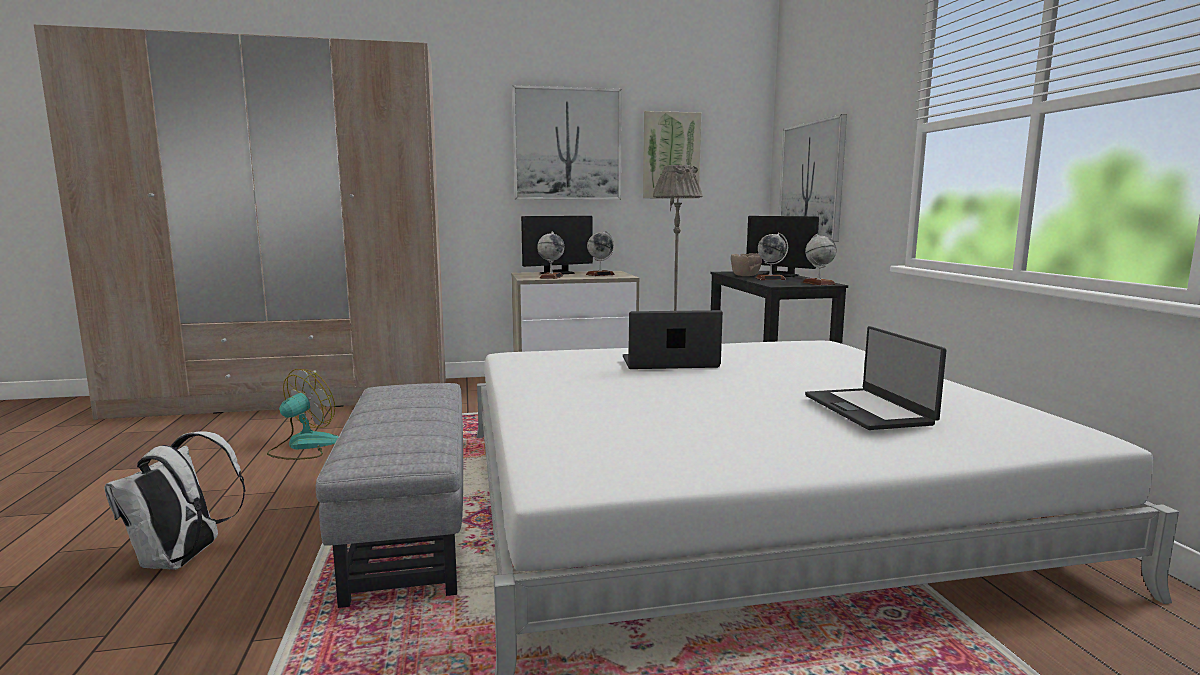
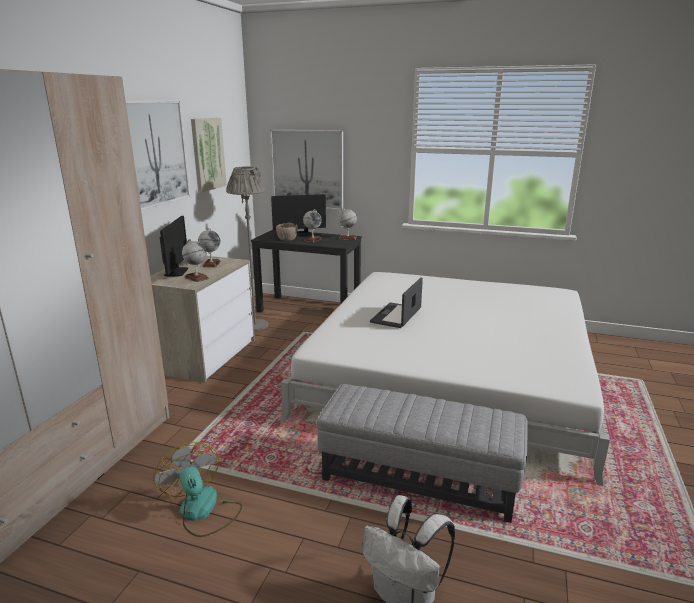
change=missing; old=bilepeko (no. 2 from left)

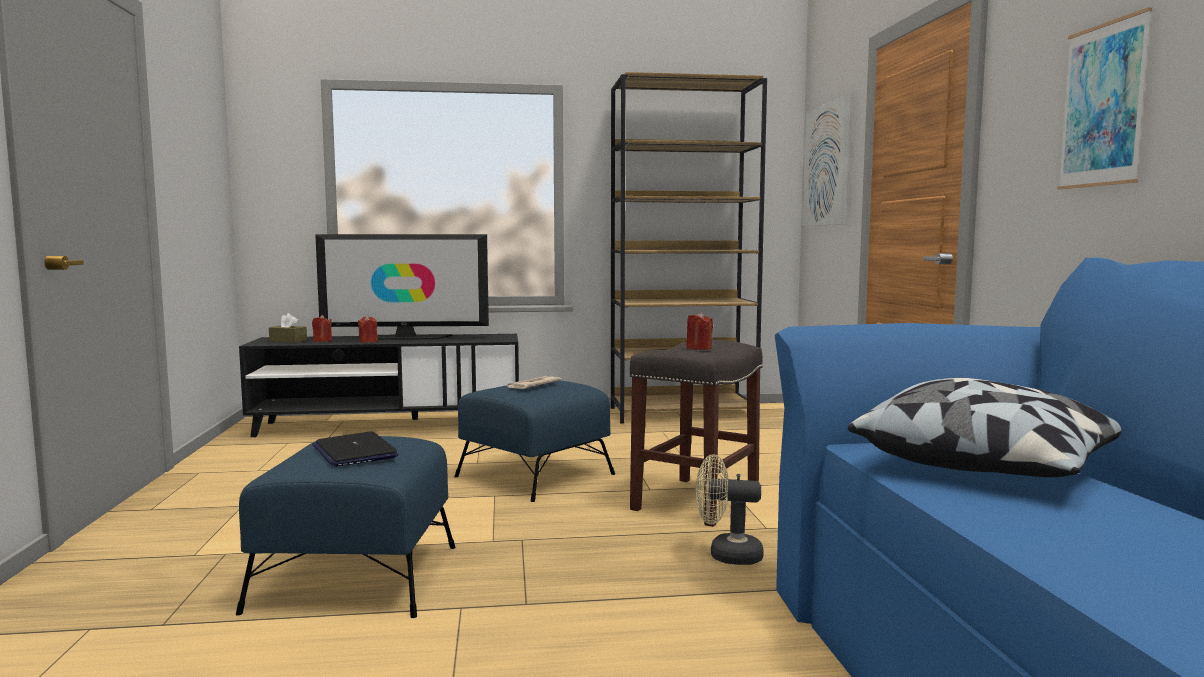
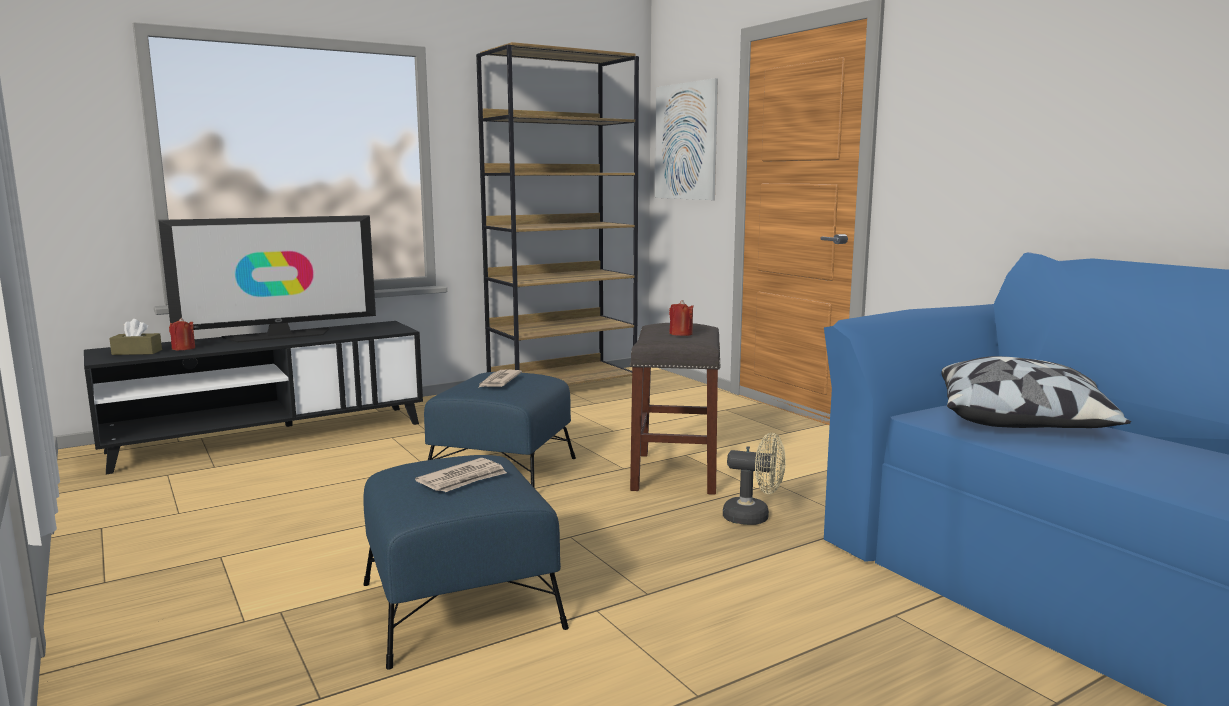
change=exchanged; old=bilepeko; new=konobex (no. 1 from left)
change=missing; old=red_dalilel (no. 2 from left)
change=spun; old=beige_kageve; degrees=-150
change=missing; old=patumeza (no. 2 from left)

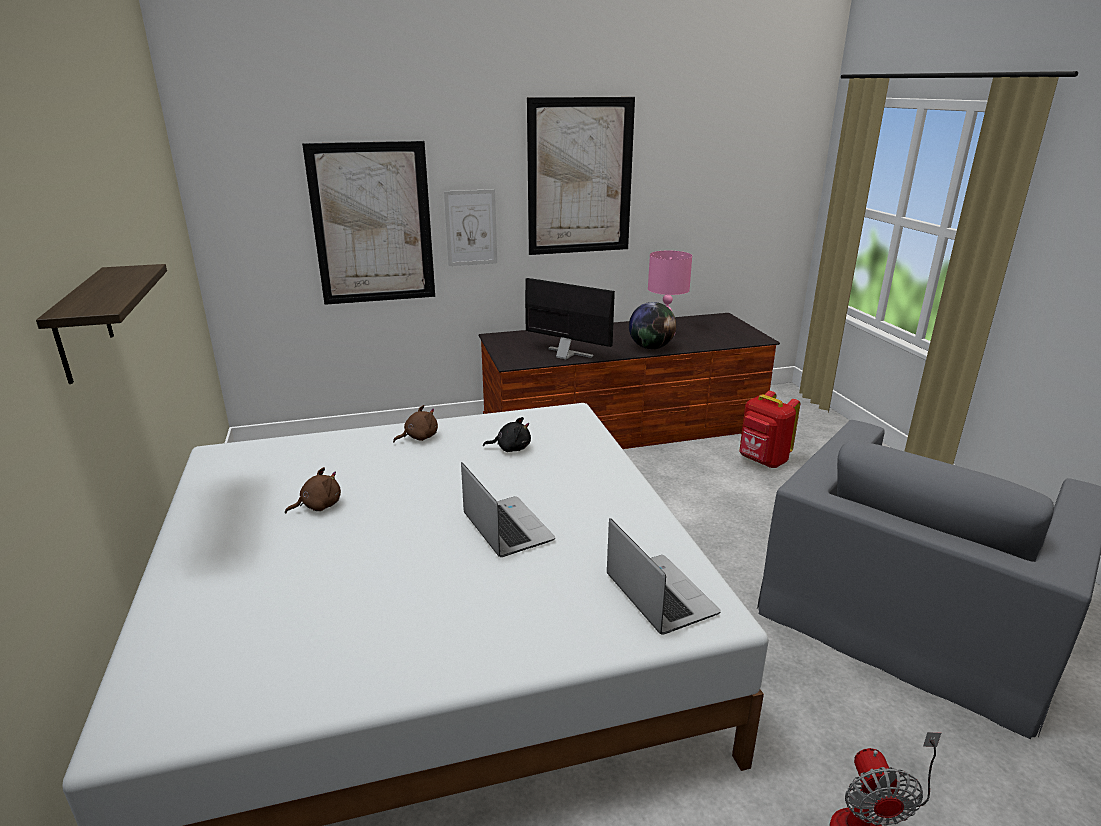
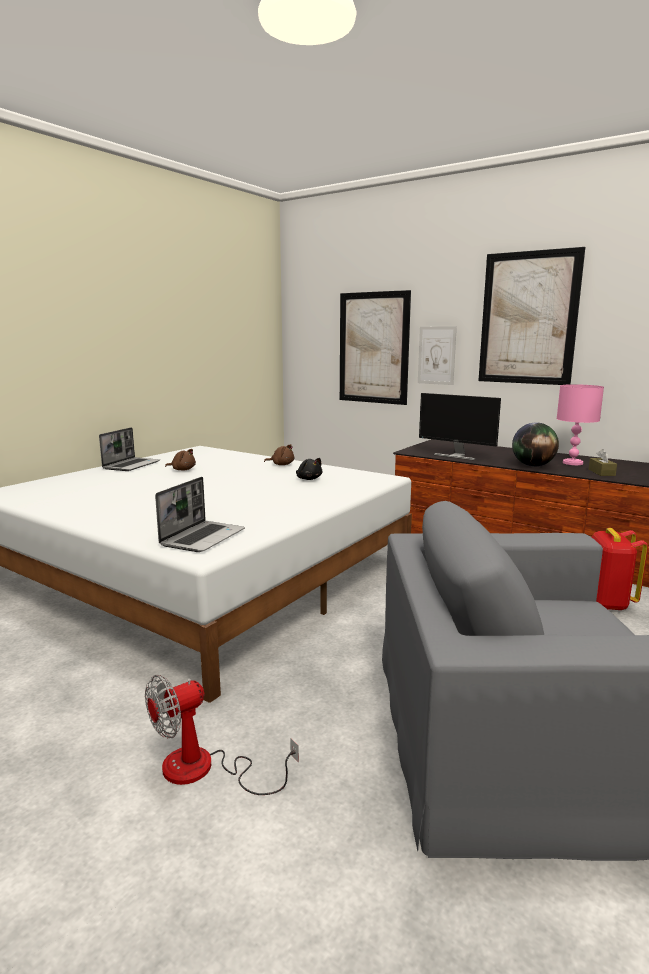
change=missing; old=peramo
change=relocated; old=bilepeko (no. 1 from left)
change=spun; old=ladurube; degrees=135
change=appeared; new=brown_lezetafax

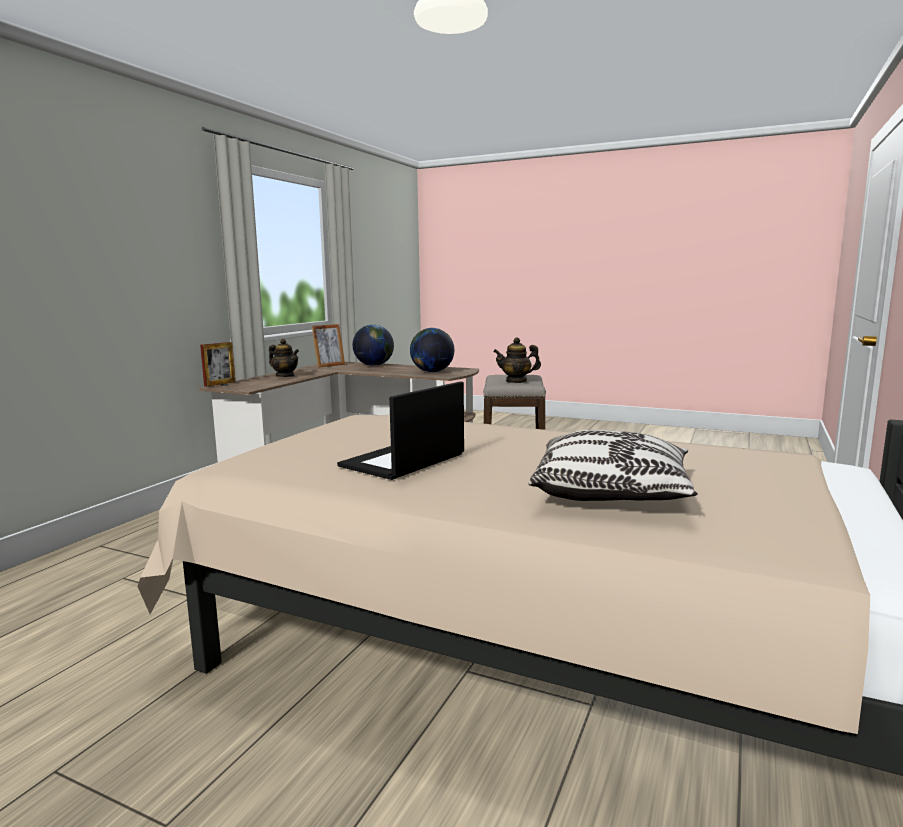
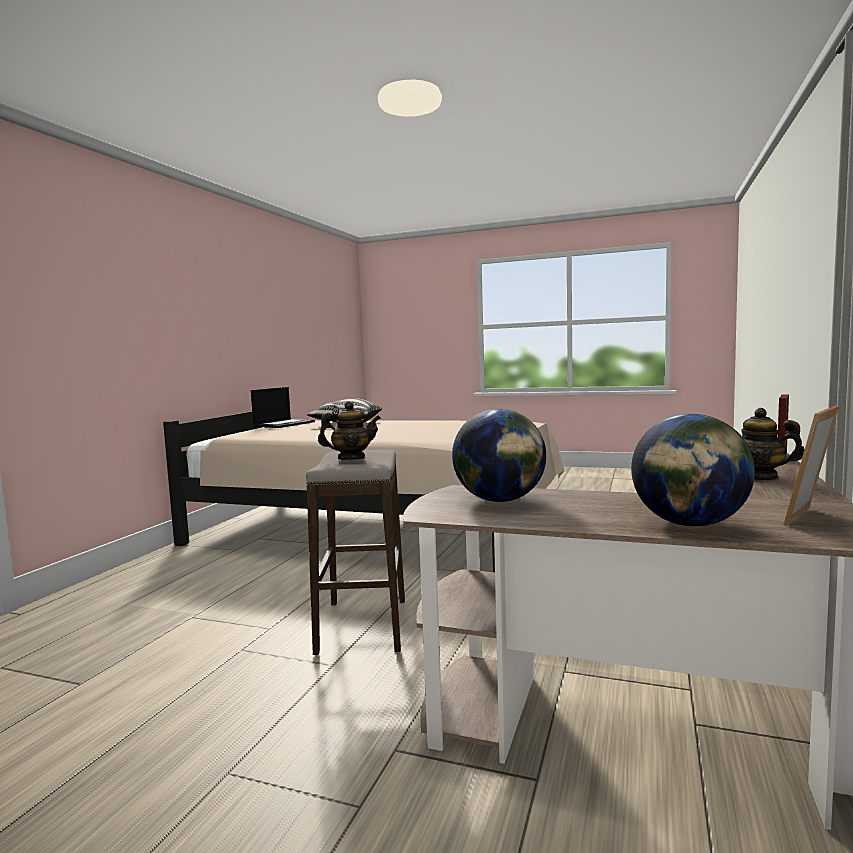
change=relocated; old=bilepeko

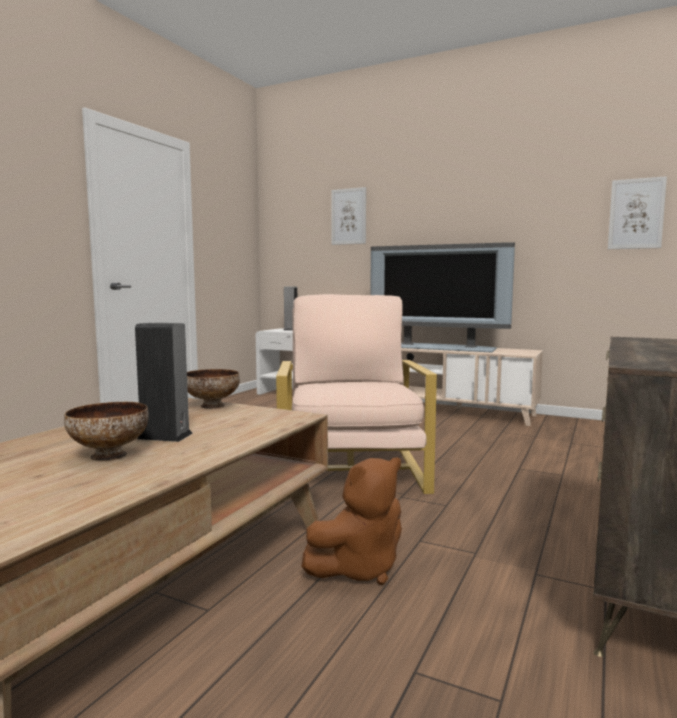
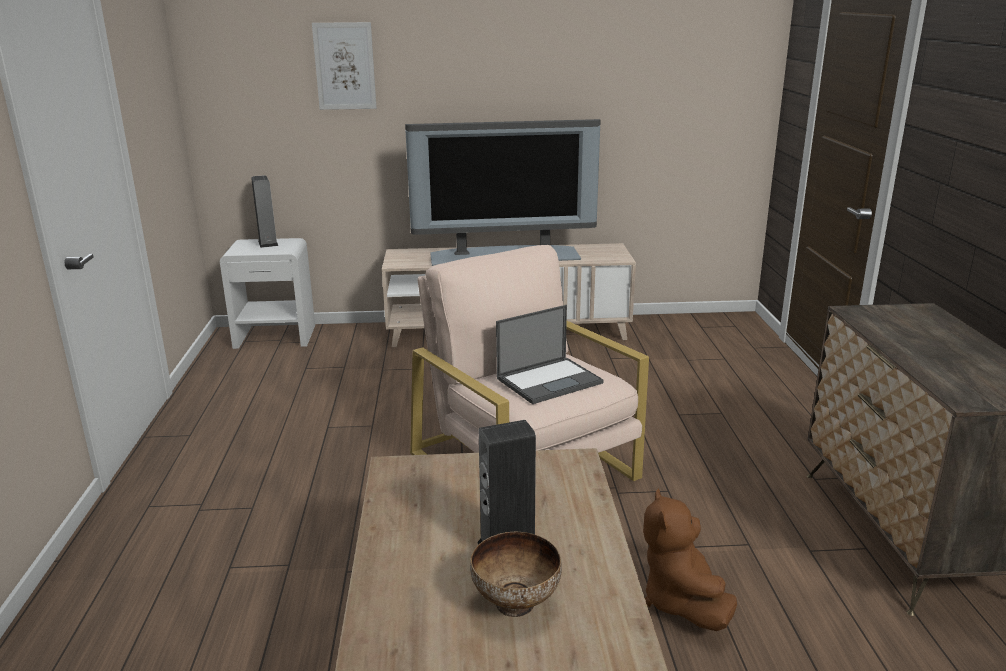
change=missing; old=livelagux (no. 2 from left)
change=spun; old=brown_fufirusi; degrees=150
change=missing; old=patumeza (no. 2 from left)
change=appeared; new=bilepeko

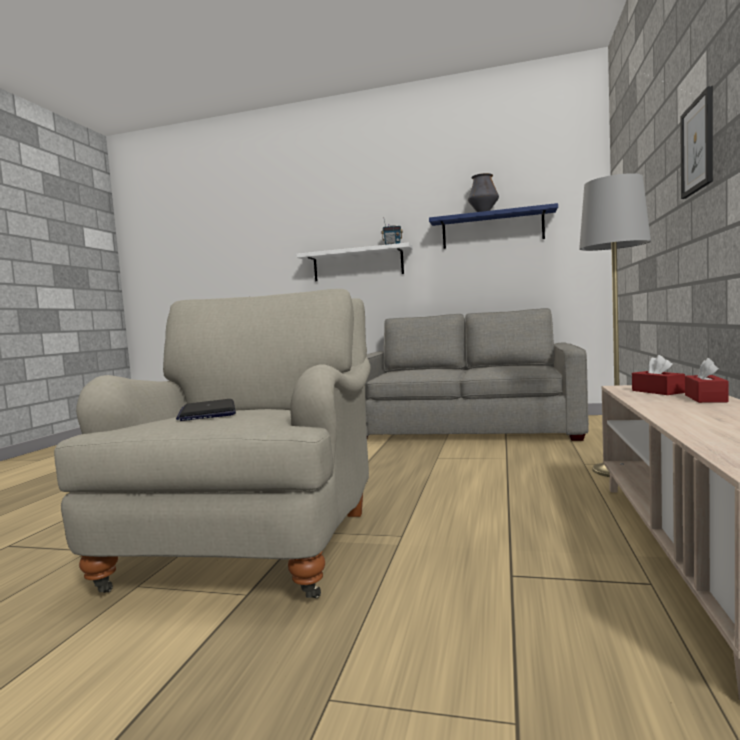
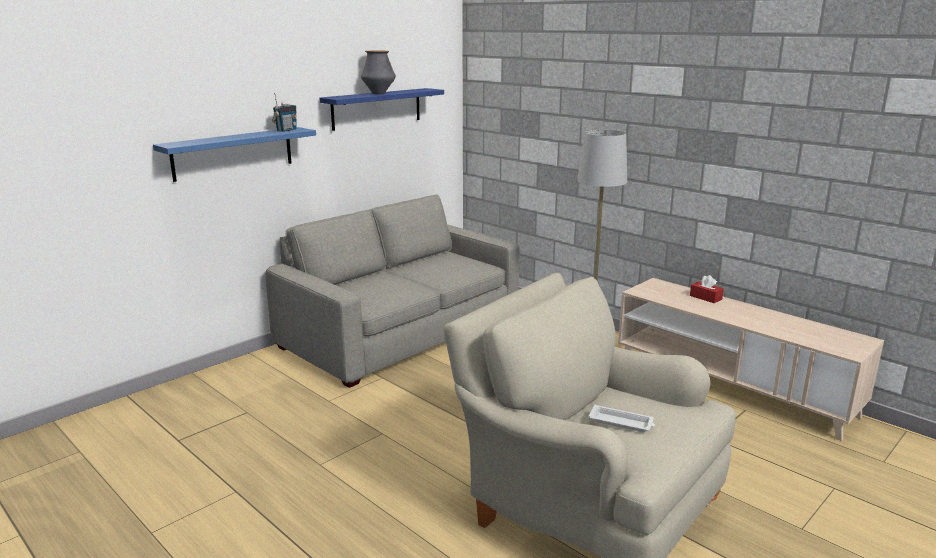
change=exchanged; old=bilepeko; new=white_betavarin
change=colour; old=white_peramo; new=blue_peramo (no. 1 from left)
change=missing; old=red_lezetafax (no. 1 from left)
change=missing; old=patumeza

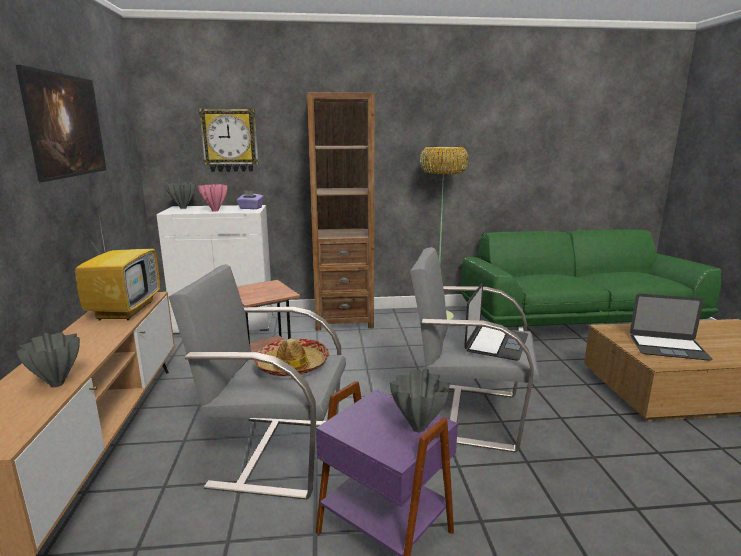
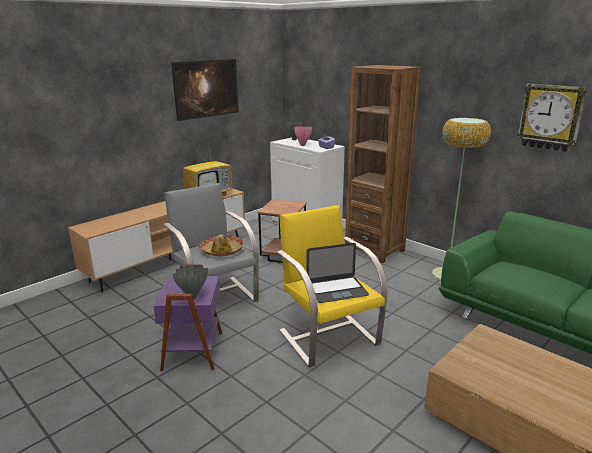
change=missing; old=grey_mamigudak (no. 1 from left)
change=relocated; old=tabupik
change=colour; old=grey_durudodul (no. 2 from left); new=yellow_durudodul
change=missing; old=bilepeko (no. 2 from left)

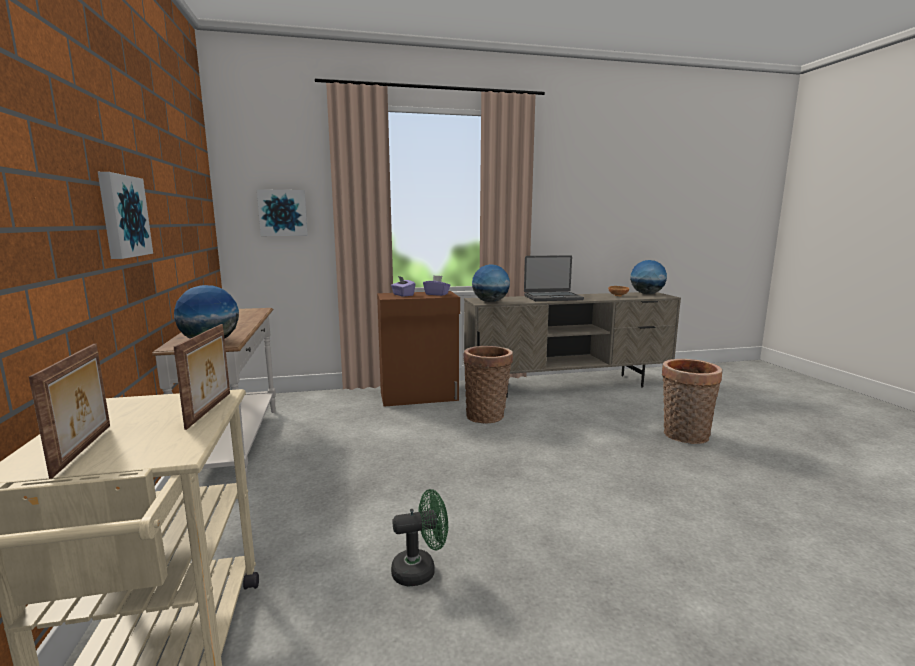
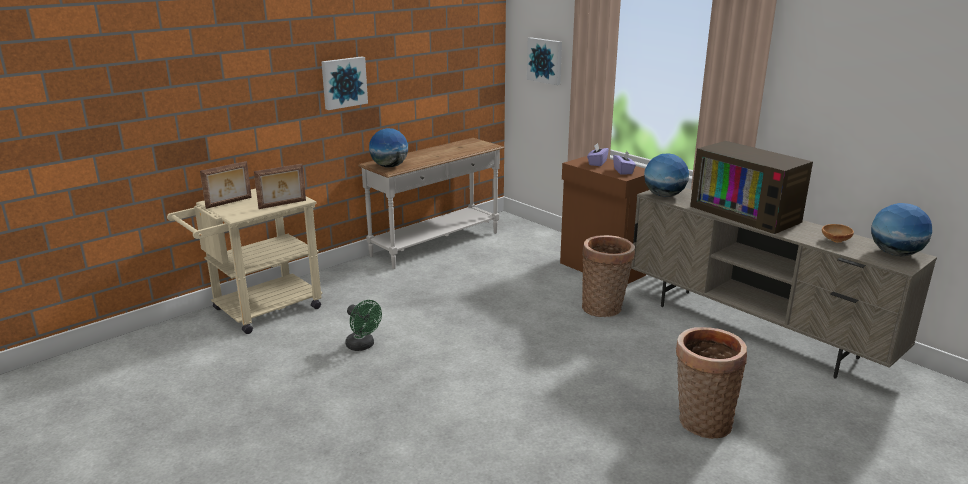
change=exchanged; old=bilepeko; new=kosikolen

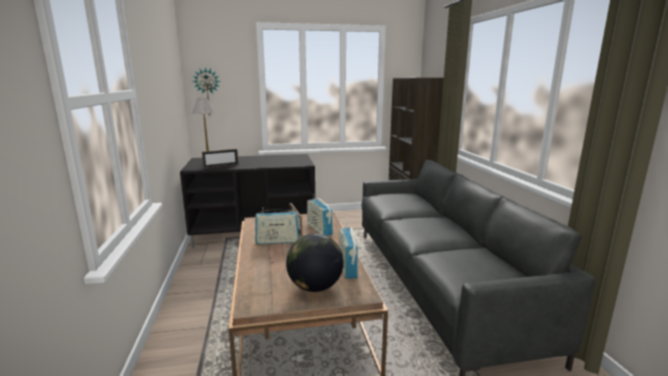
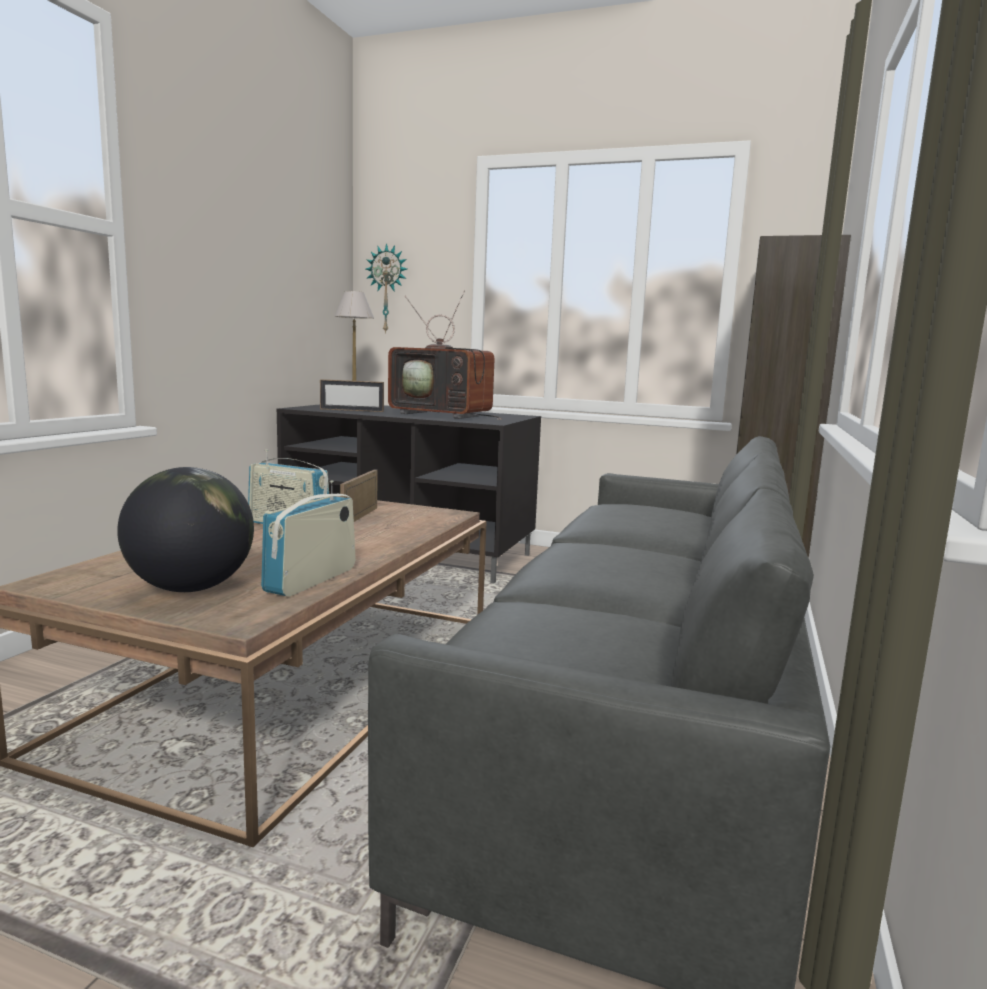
change=missing; old=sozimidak (no. 2 from left)
change=appeared; new=kosikolen

